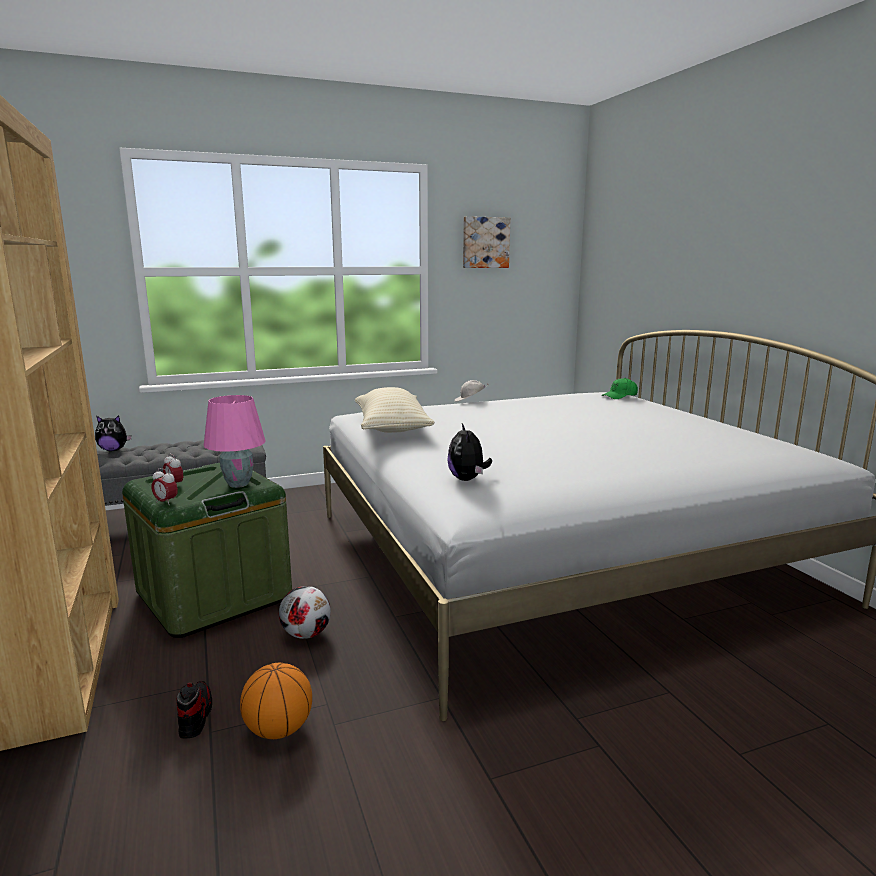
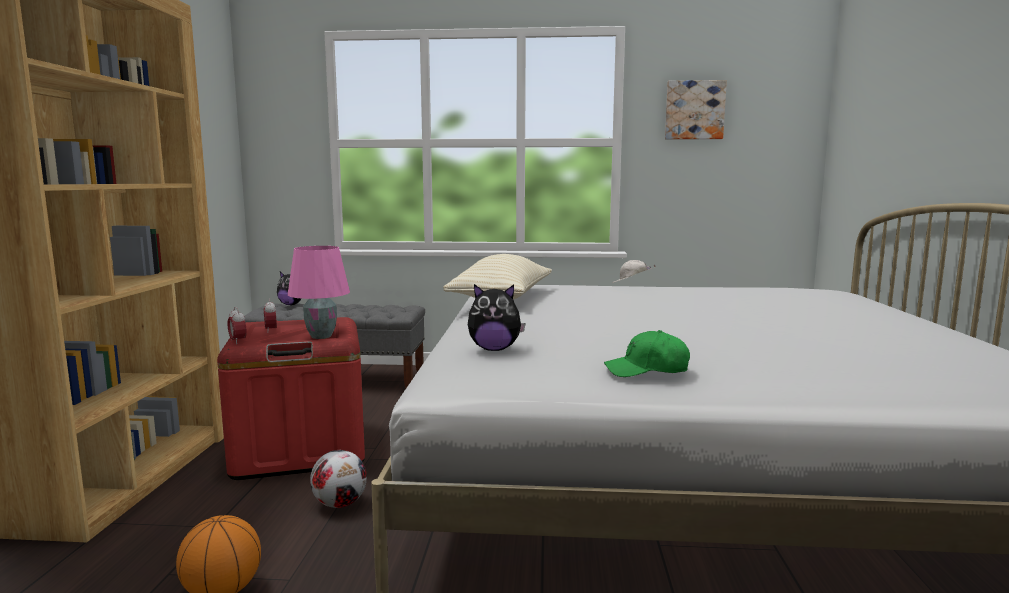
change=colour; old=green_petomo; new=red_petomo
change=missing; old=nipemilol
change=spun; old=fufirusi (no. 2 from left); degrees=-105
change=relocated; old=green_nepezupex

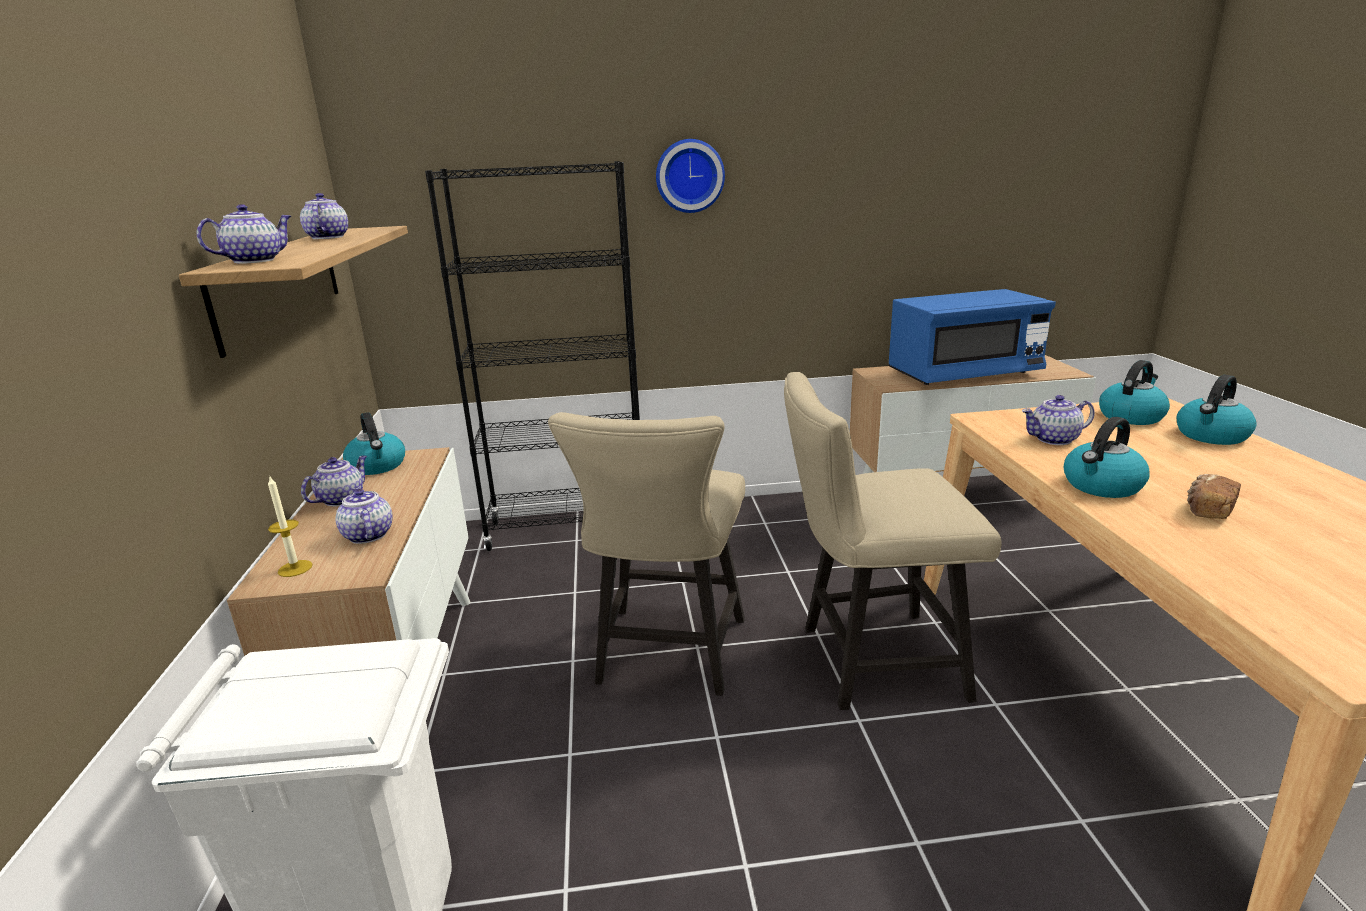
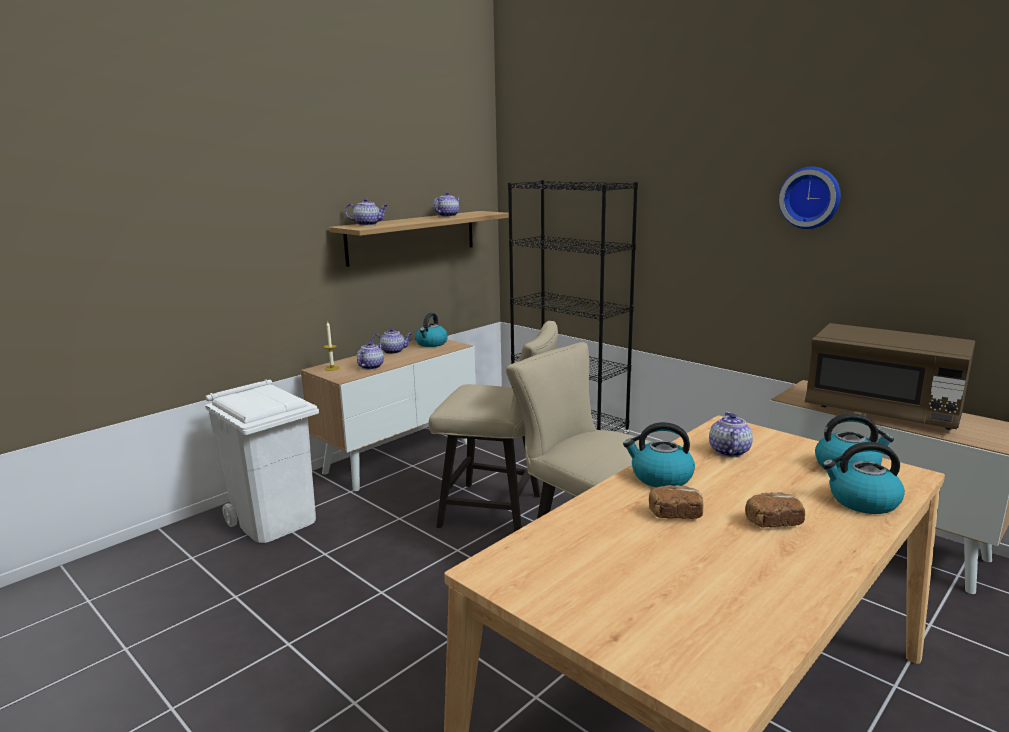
change=spun; old=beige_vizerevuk (no. 1 from left); degrees=-135
change=relocated; old=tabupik
change=colour; old=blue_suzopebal; new=brown_suzopebal
change=spun; old=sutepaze (no. 5 from left); degrees=60
change=appeared; new=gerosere (no. 2 from left)

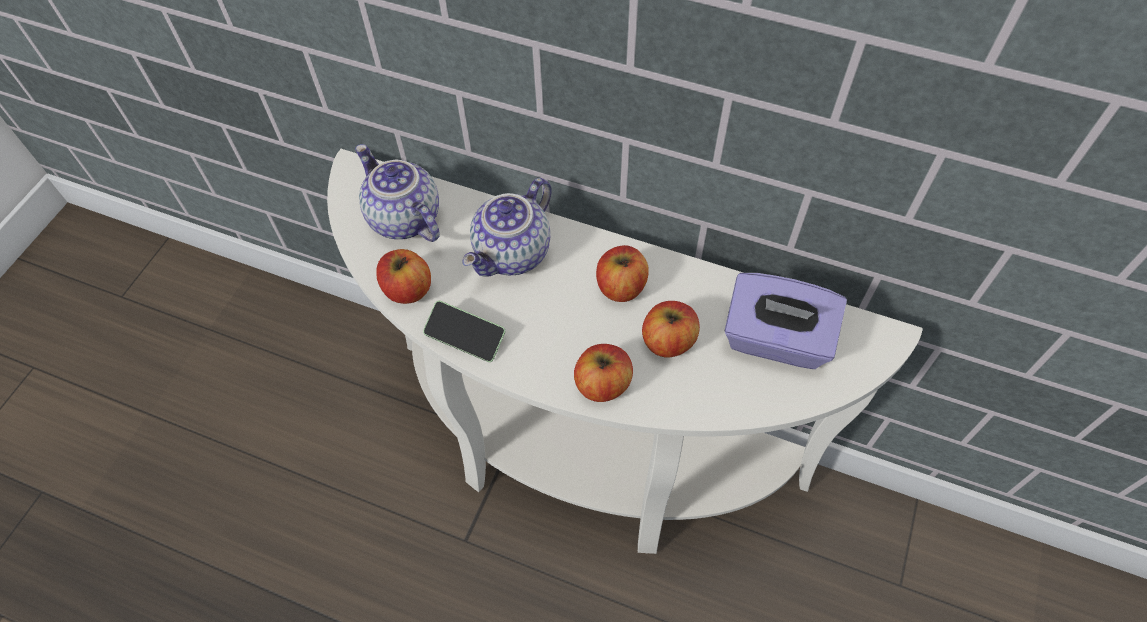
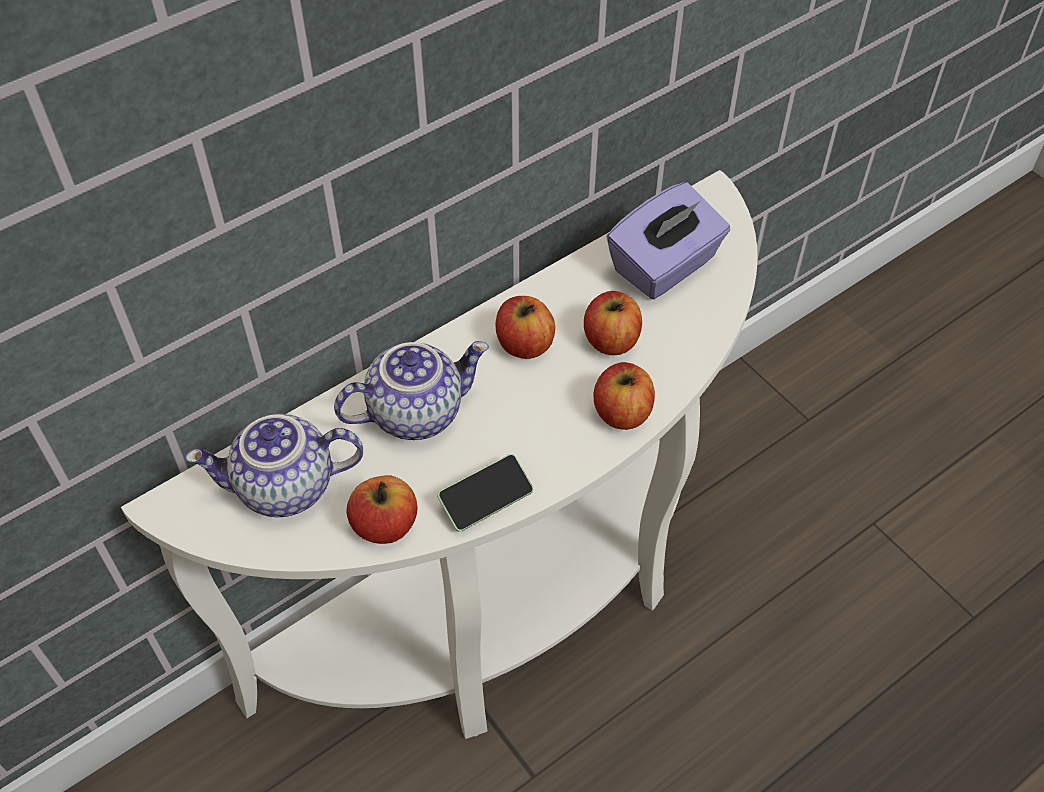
change=spun; old=sutepaze (no. 2 from left); degrees=-90

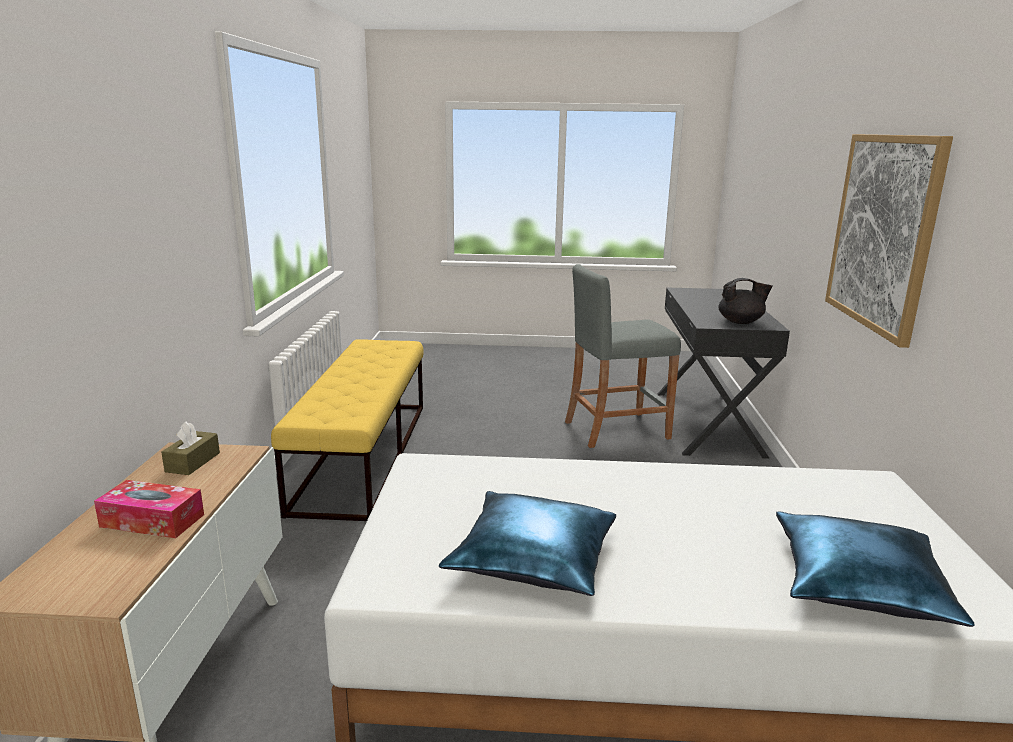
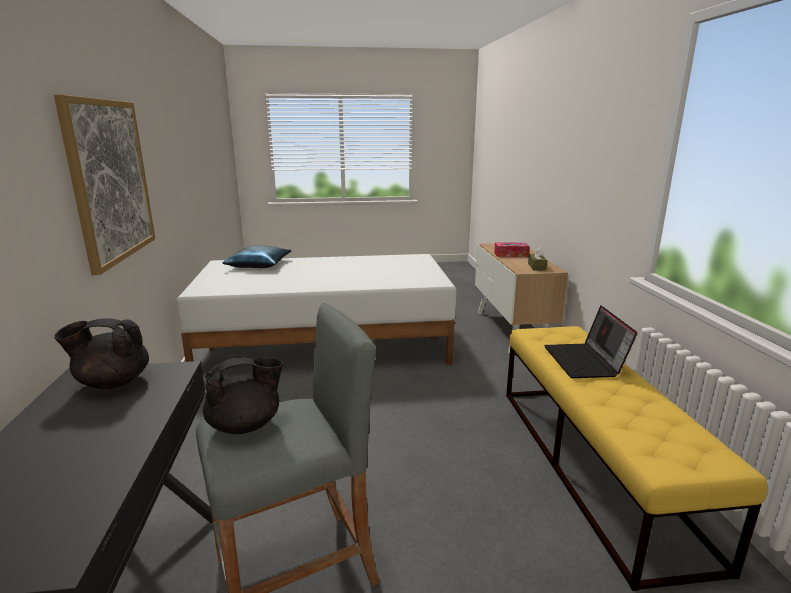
change=missing; old=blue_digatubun (no. 1 from left)
change=appeared; new=black_sutepaze (no. 2 from left)
change=appeared; new=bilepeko

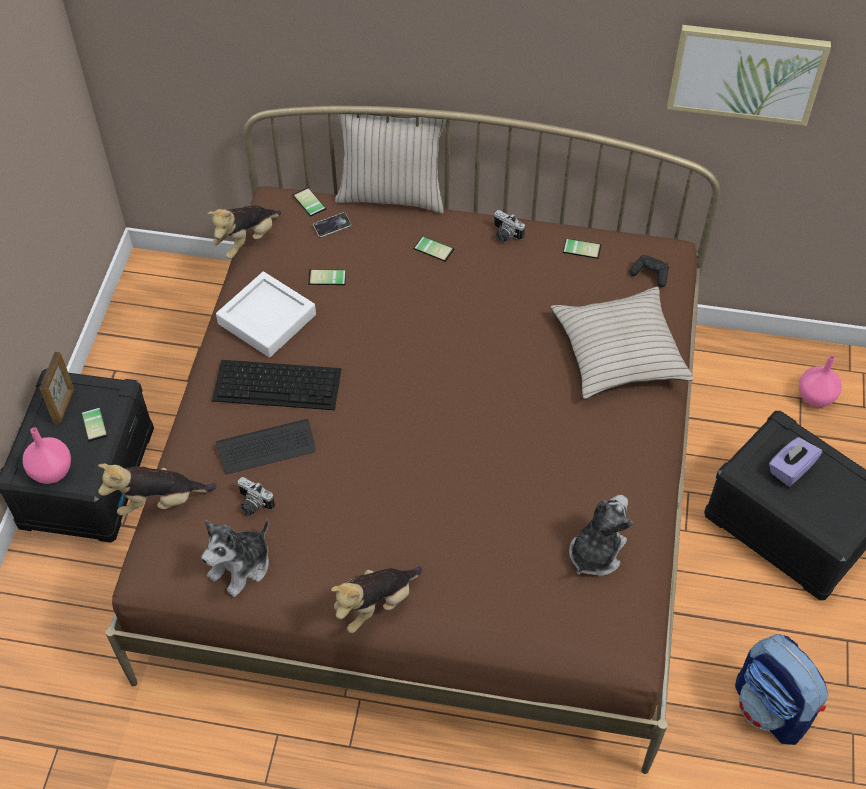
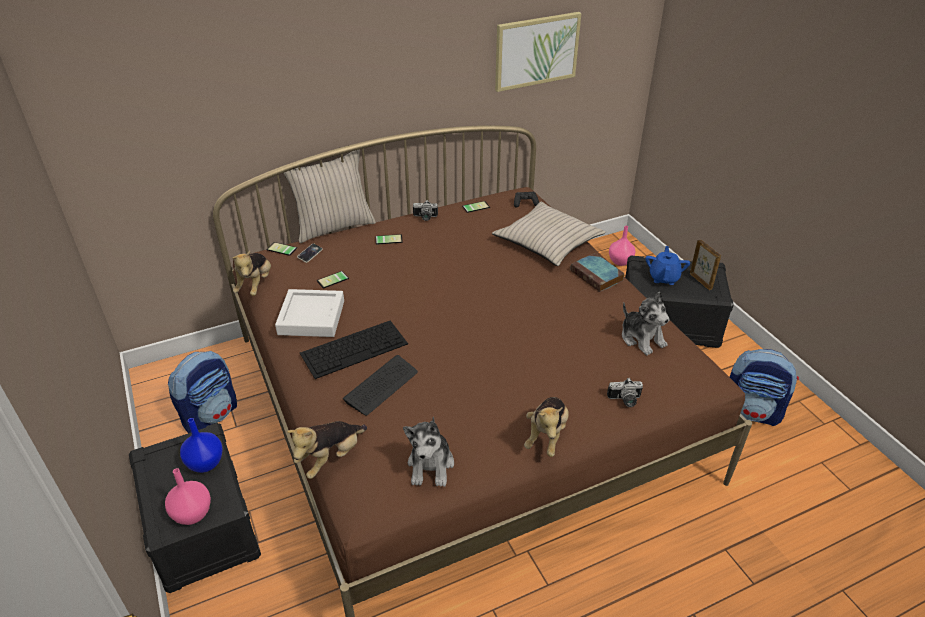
change=relocated; old=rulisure
change=exchanged; old=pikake (no. 1 from left); new=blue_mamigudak
change=relocated; old=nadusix (no. 1 from left in the first image); new=nadusix (no. 2 from left)
change=spun; old=fufirusi (no. 5 from left); degrees=150
change=exchanged; old=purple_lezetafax; new=blue_sutepaze
change=appeared; new=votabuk (no. 1 from left)
change=appeared; new=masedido

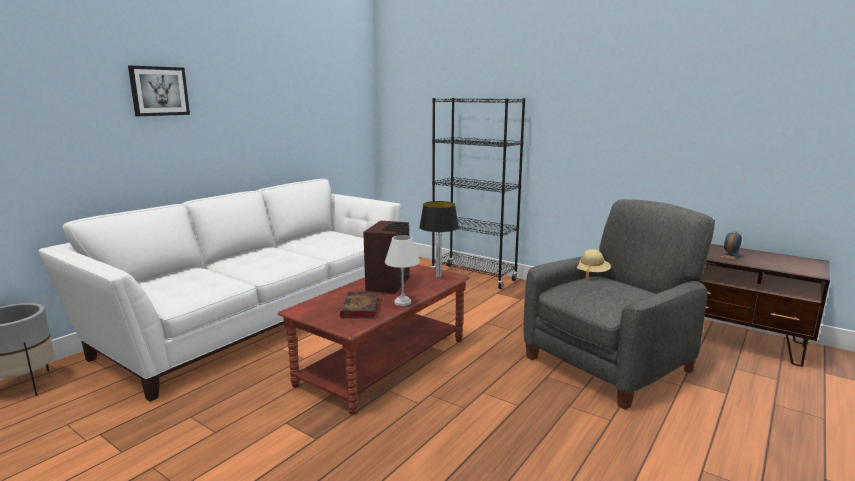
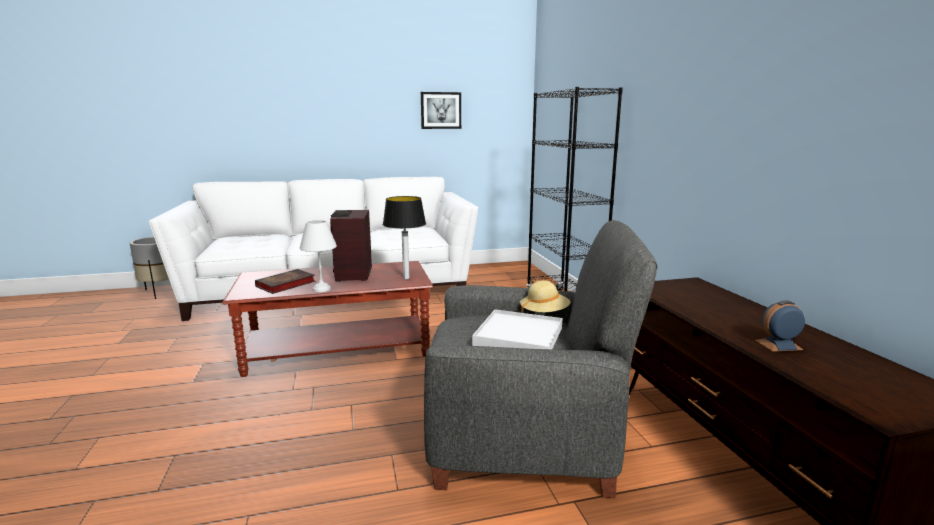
change=relocated; old=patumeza
change=spun; old=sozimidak; degrees=120
change=appeared; new=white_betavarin

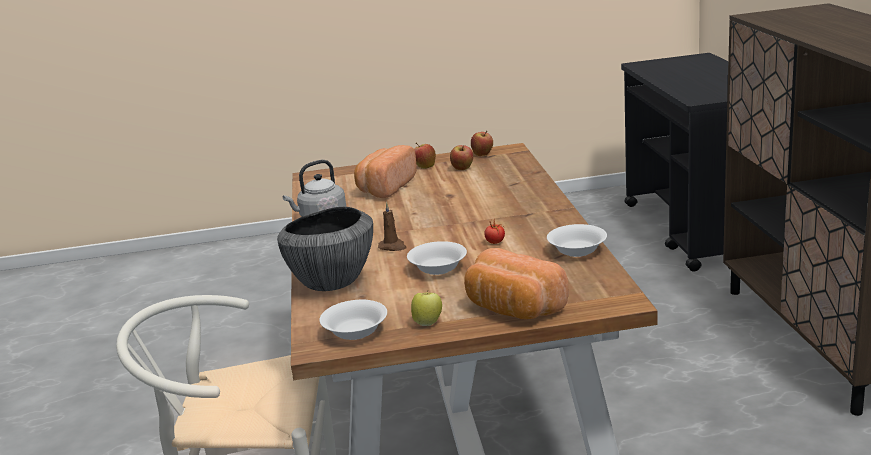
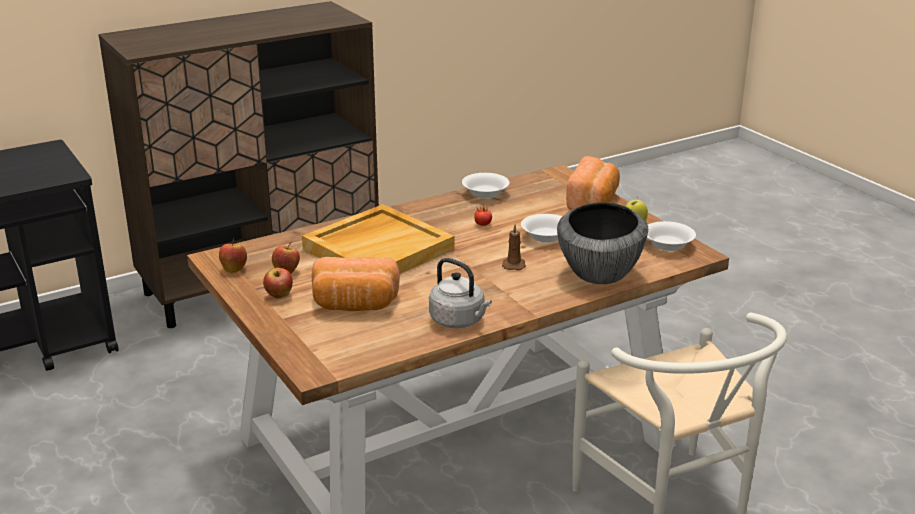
change=appeared; new=beige_betavarin

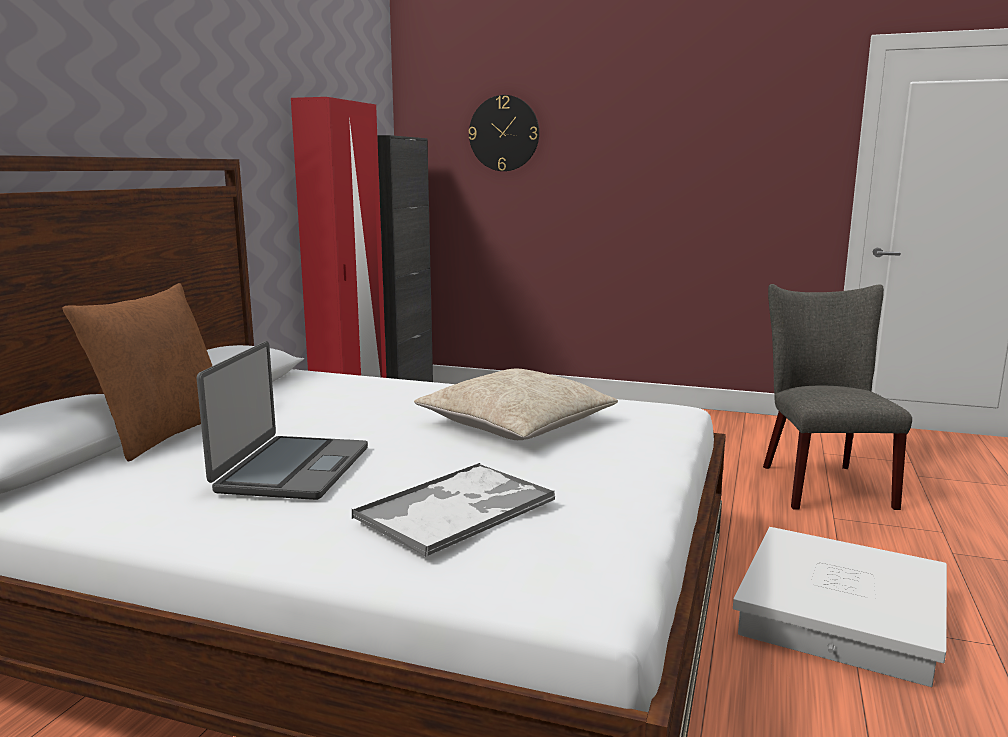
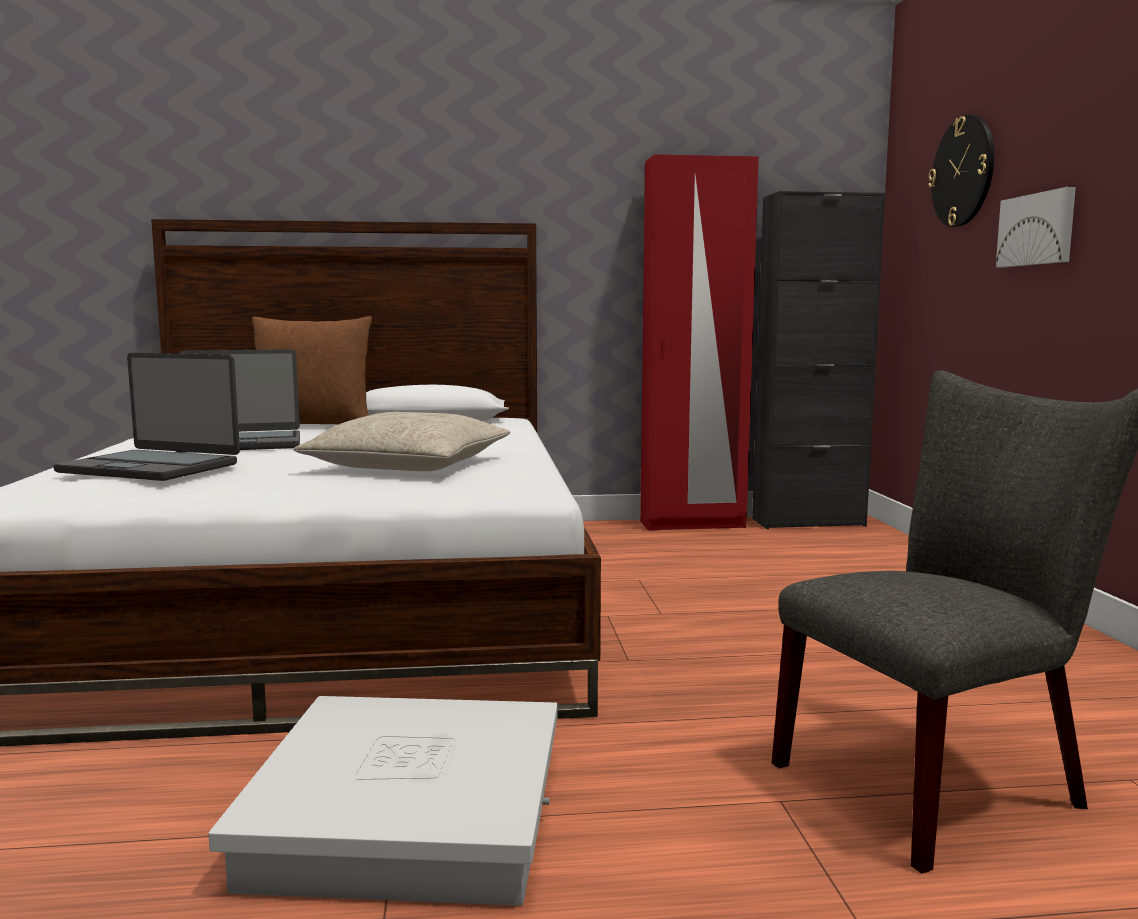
change=exchanged; old=betavarin; new=bilepeko (no. 1 from left)
change=appeared; new=patumeza

